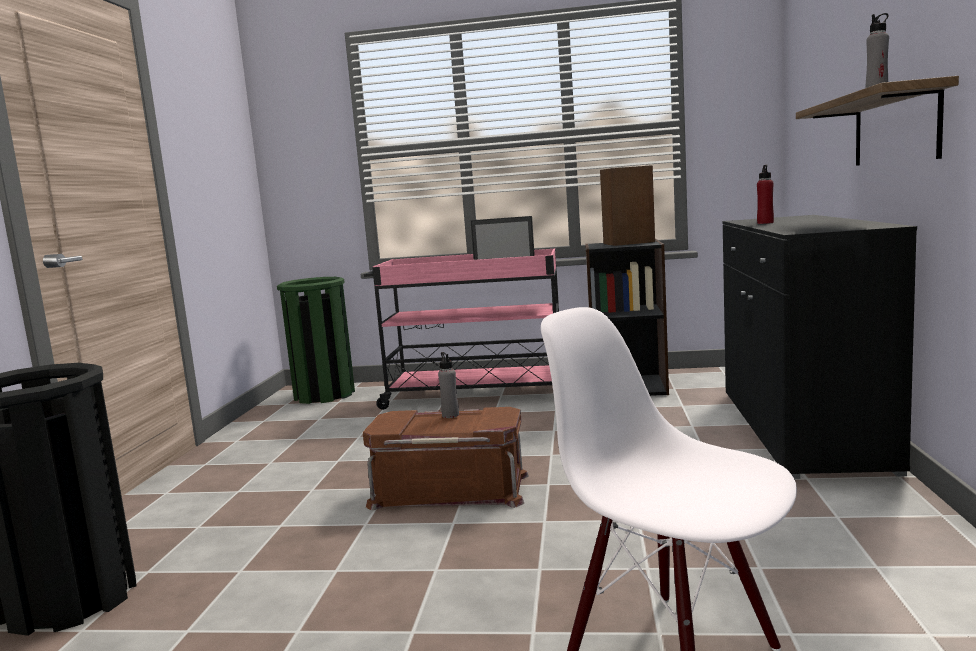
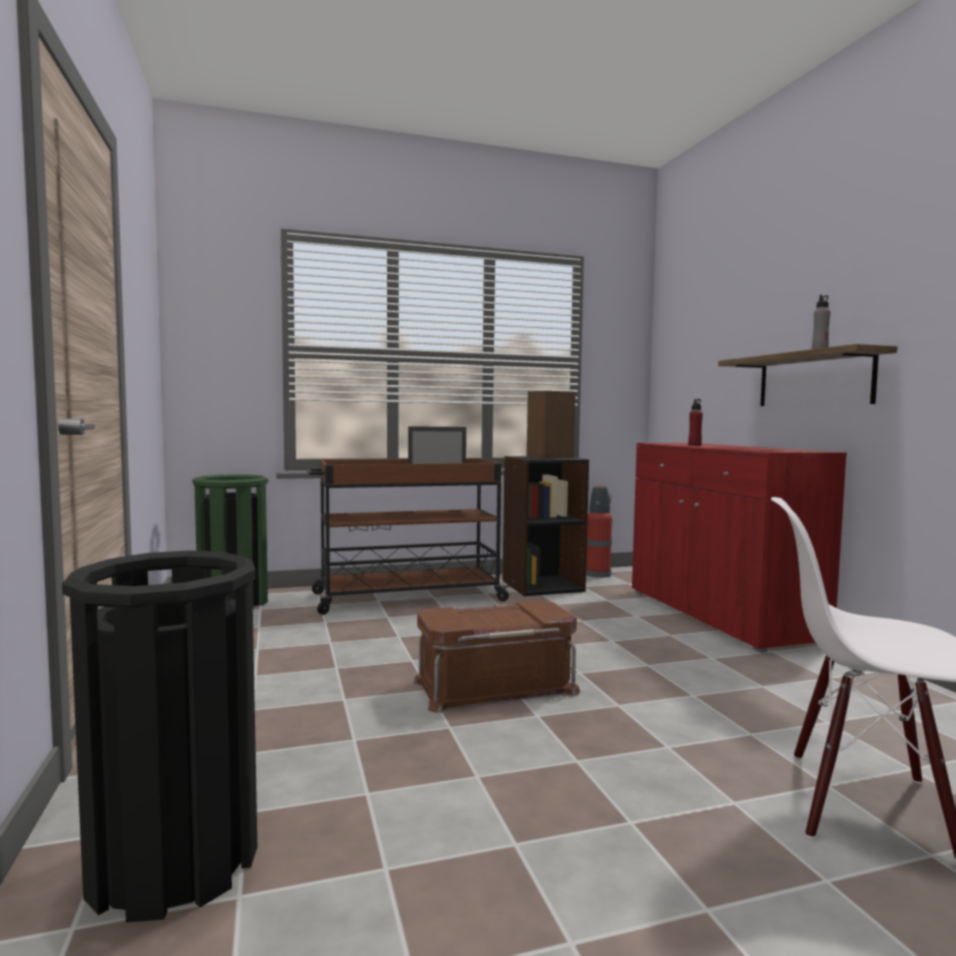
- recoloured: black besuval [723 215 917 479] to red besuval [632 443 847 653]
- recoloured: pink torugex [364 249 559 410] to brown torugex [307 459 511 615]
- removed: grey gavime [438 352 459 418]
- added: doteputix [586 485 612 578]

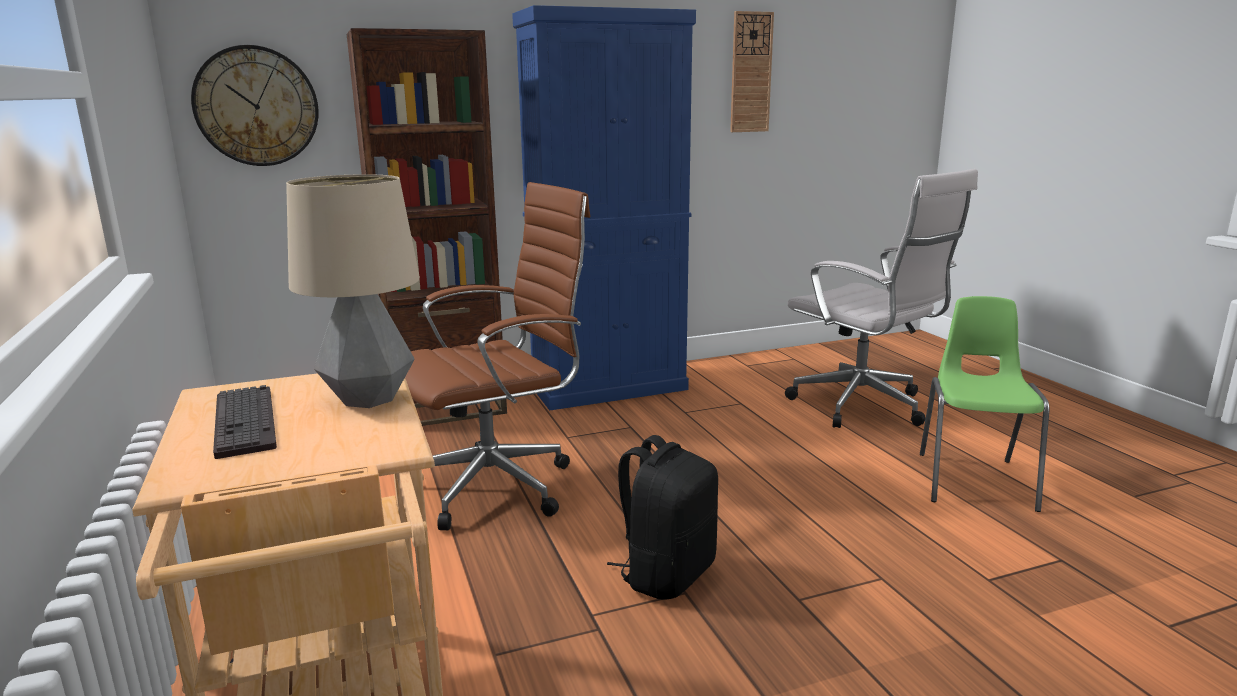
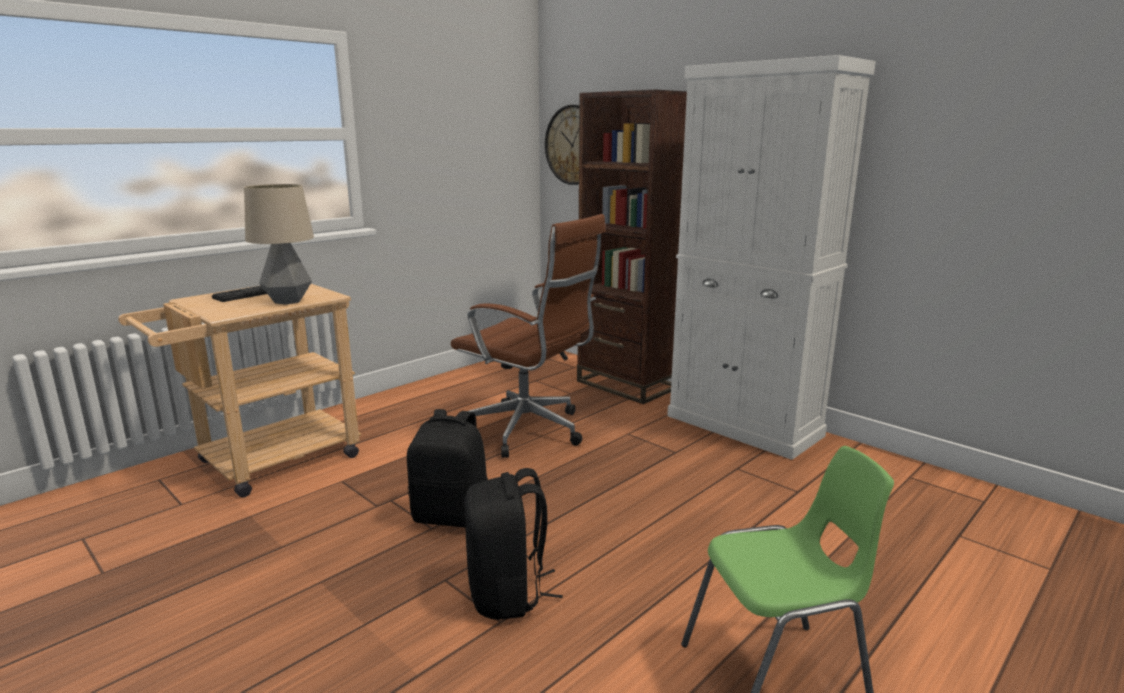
- recoloured: blue besuval [512 5 696 411] to white besuval [667 55 876 460]
- removed: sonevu [730 11 774 132]
- removed: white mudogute [785 169 978 428]
- added: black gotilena [465 468 563 620]

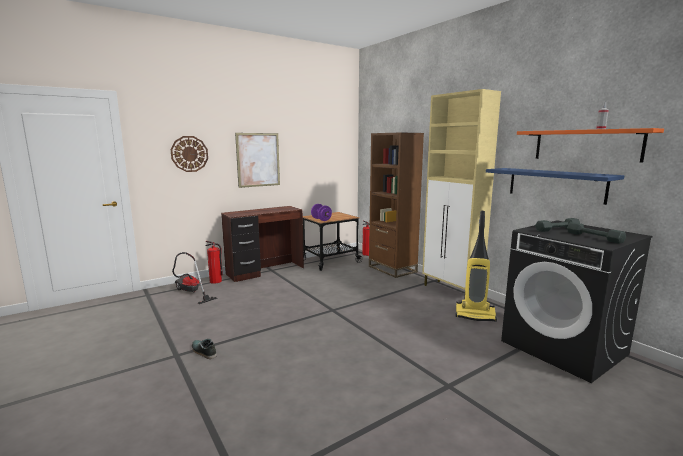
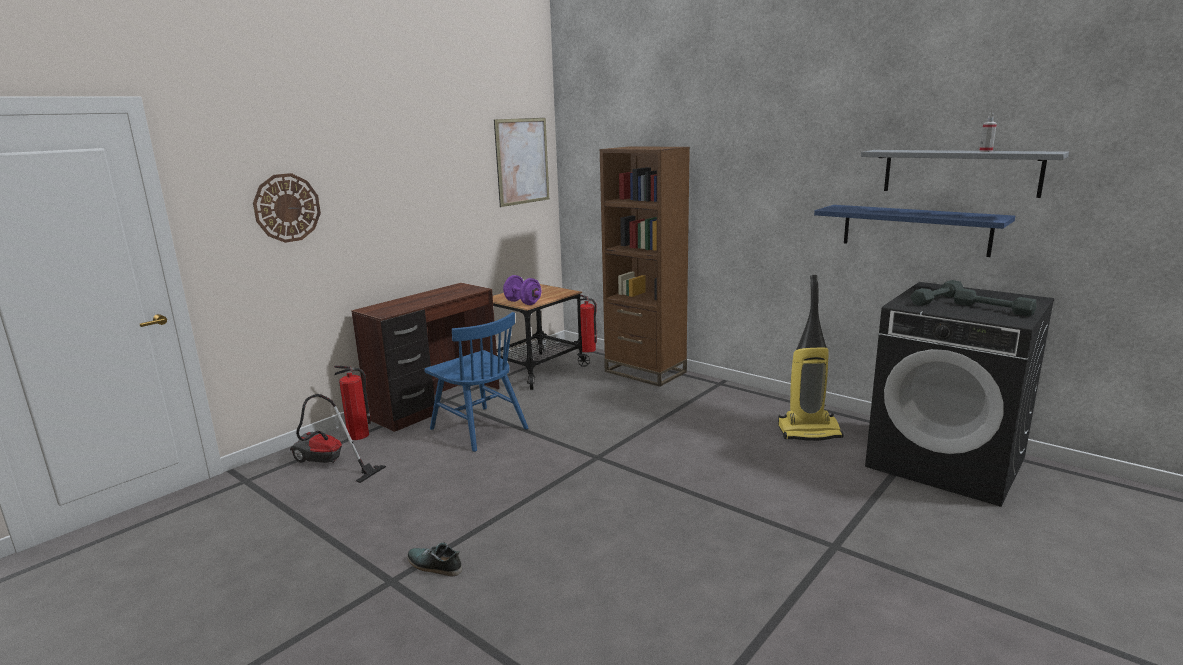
- removed: beige besuval [422 89 501 290]
- recoloured: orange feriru [517 128 664 163] to grey feriru [861 150 1069 198]
- moved: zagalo [235 133 280 188] to [494 118 549 207]
- added: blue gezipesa [424 312 528 452]

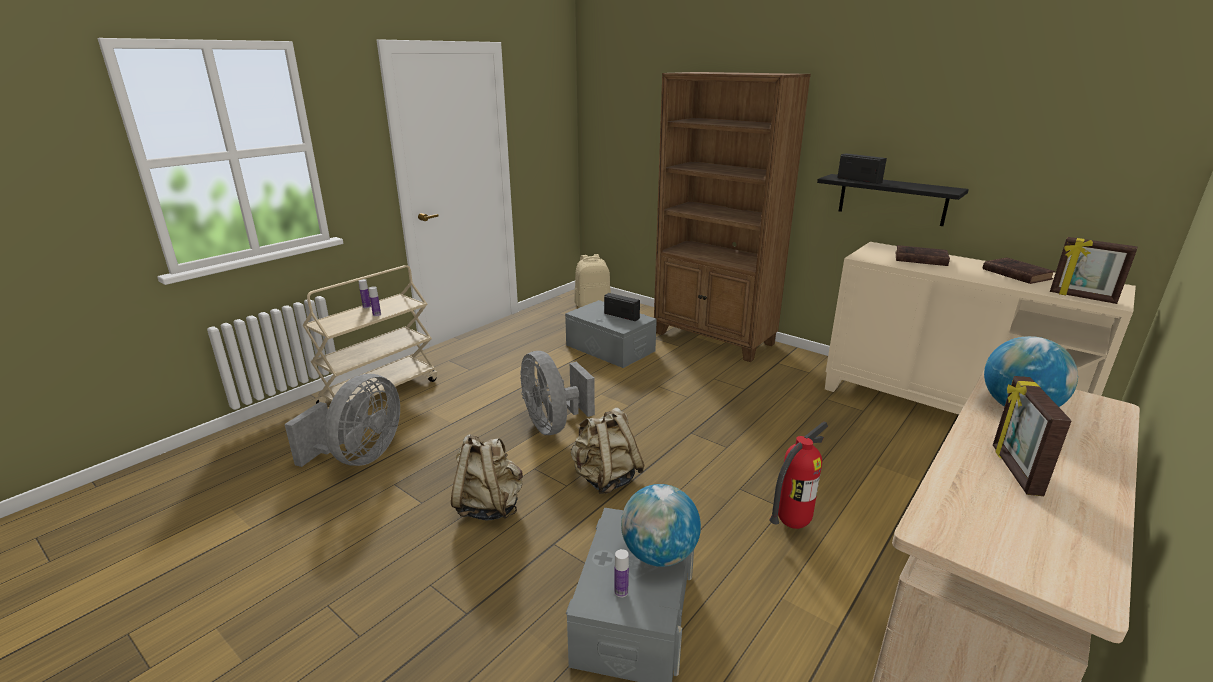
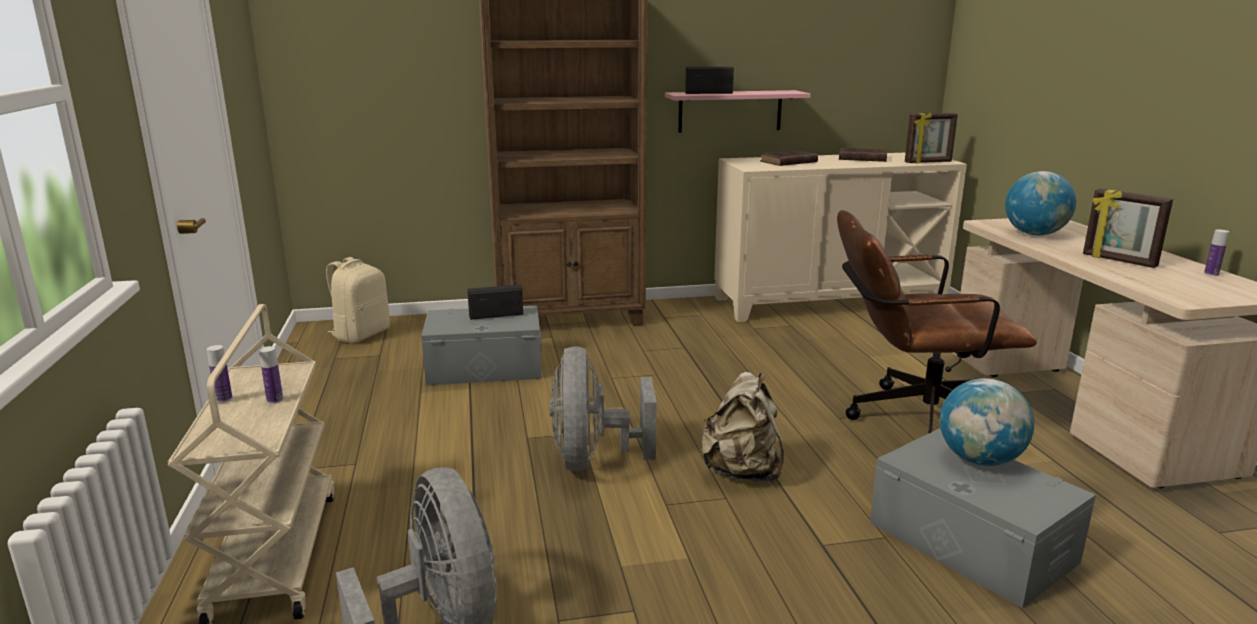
- recoloured: black feriru [817 174 969 226] to pink feriru [665 90 811 133]
- turned: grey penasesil [520 351 595 435] = [550 346 657 471] 75 degrees clockwise
- replaced: doteputix [769 421 828 529] to brown mudogute [837 210 1037 434]
- removed: beige gotilena [451 434 523 521]
- moved: gavime [614 549 629 598] to [1204 229 1229 276]

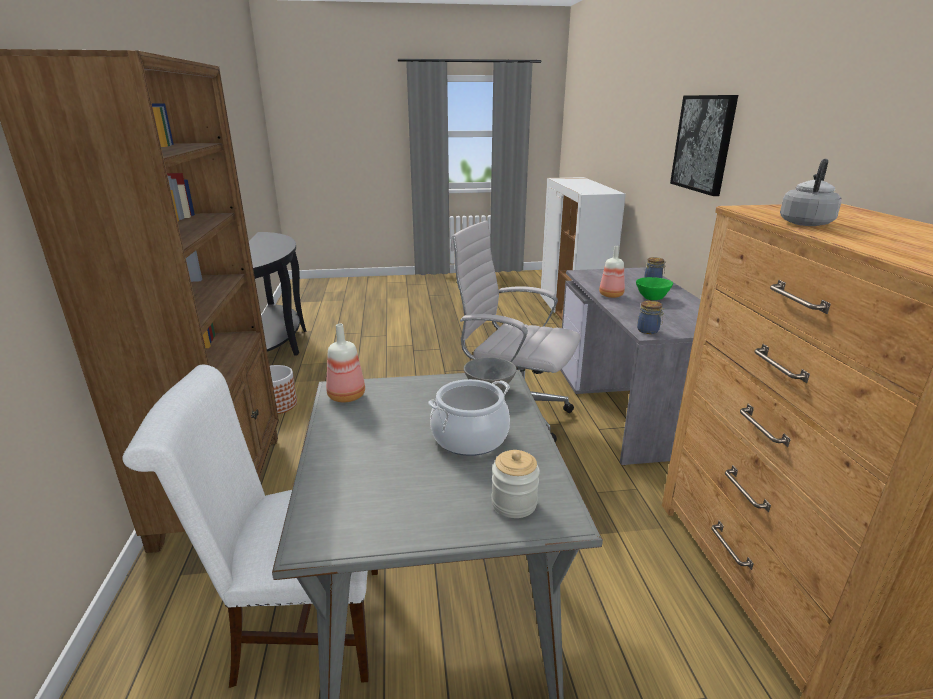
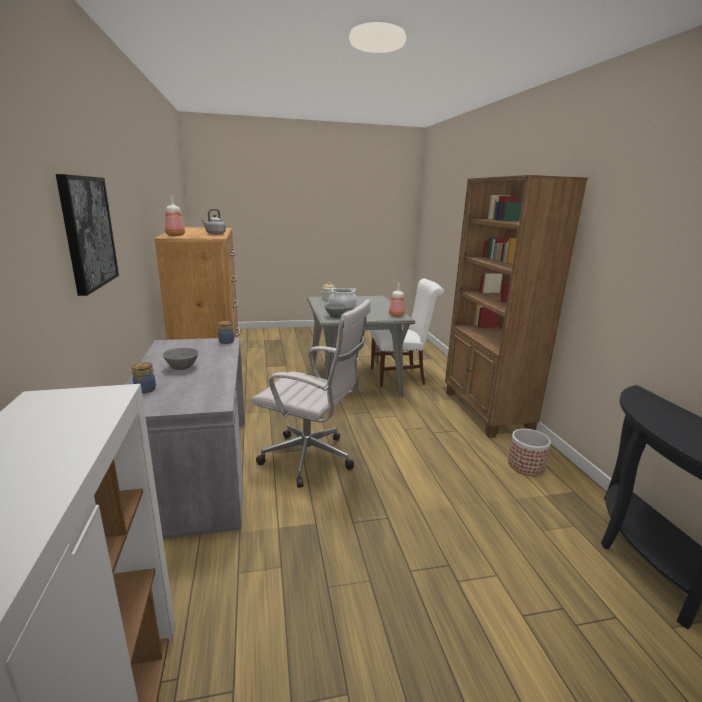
- moved: gavime [599 246 625 298] to [165 195 185 236]
- recoloured: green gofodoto [636 277 673 300] to grey gofodoto [162 348 198 370]

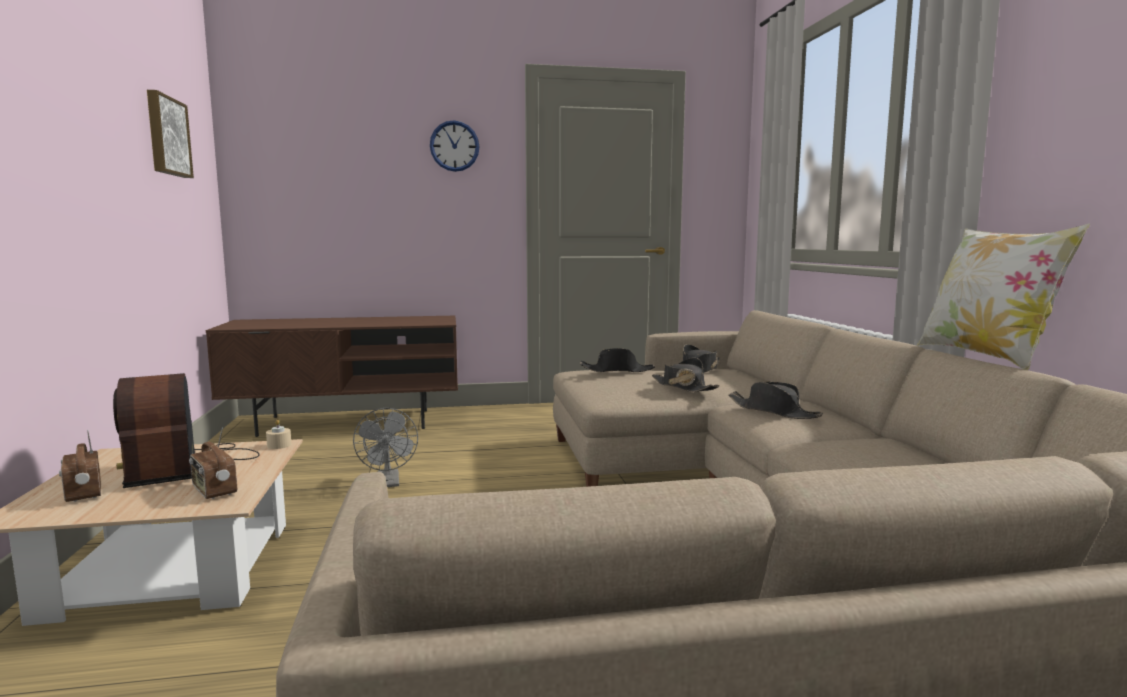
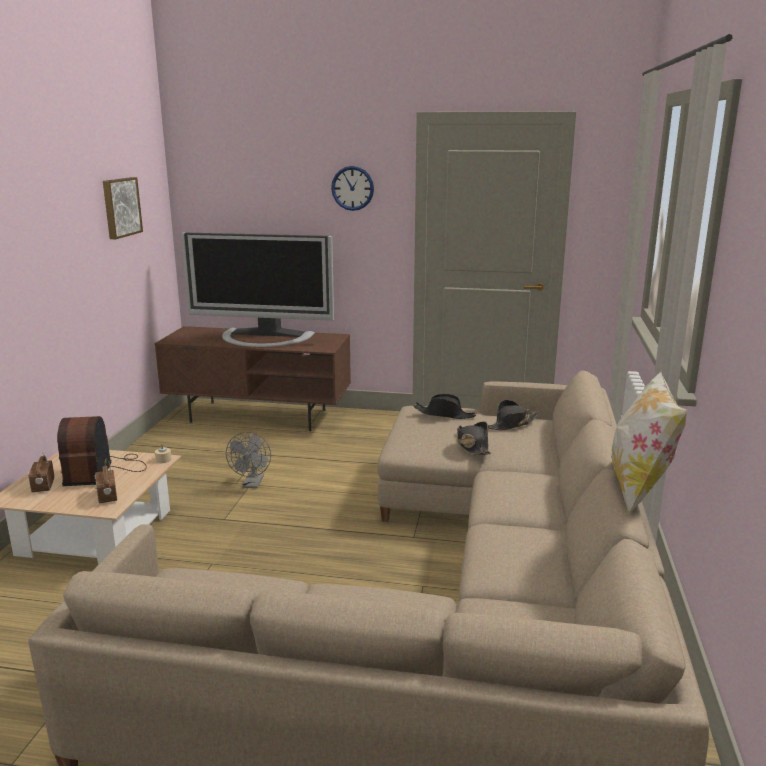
- removed: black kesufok [729 382 823 419]
- added: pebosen [181 232 334 347]

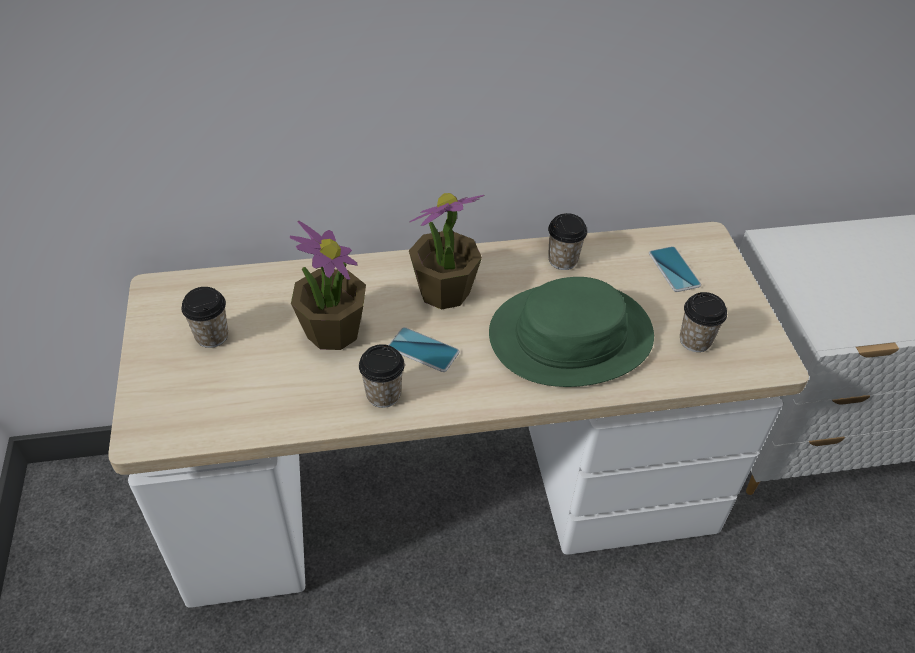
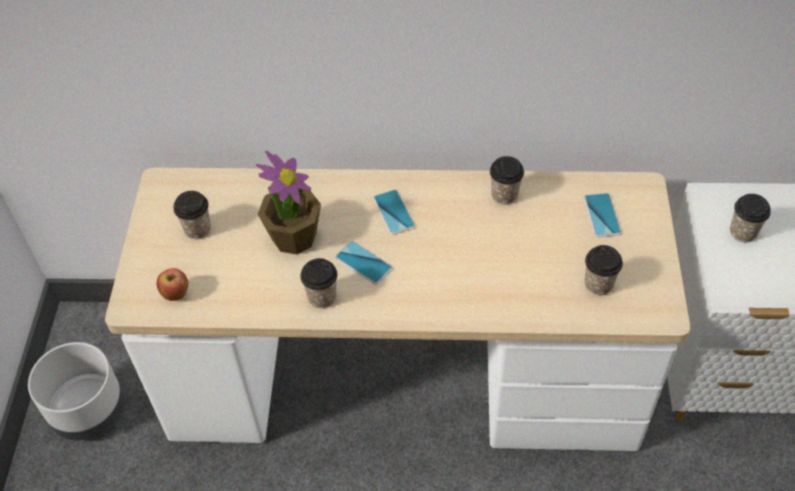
- replaced: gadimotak [409 193 484 309] to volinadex [373 189 415 235]
- removed: green kesufok [489 277 654 387]
- added: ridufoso [730 194 771 242]
- added: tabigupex [157 268 189 301]
- added: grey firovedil [28 342 124 440]

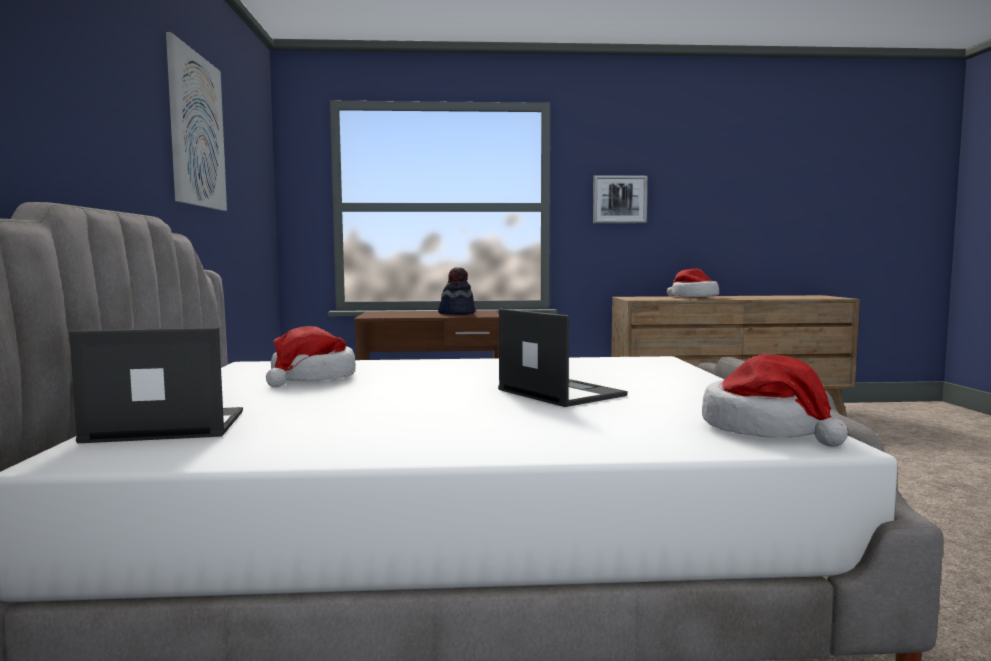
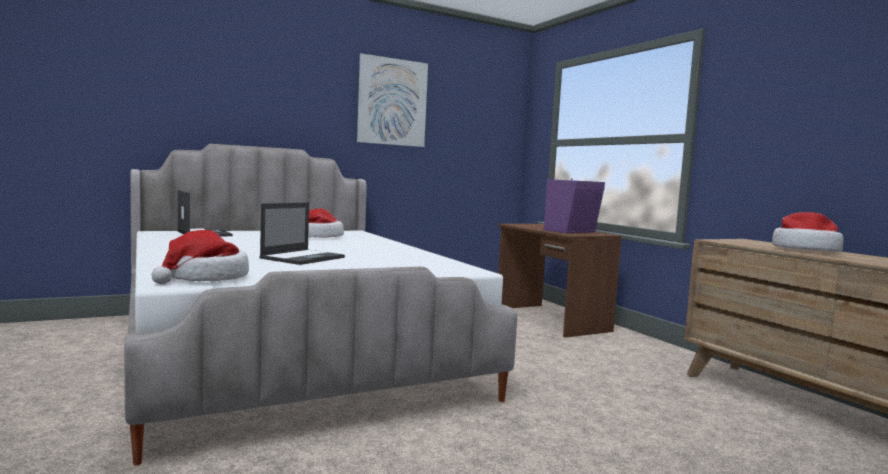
- removed: zagalo [593 175 648 223]
- replaced: kesufok [438 267 475 315] to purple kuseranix [544 177 605 233]

